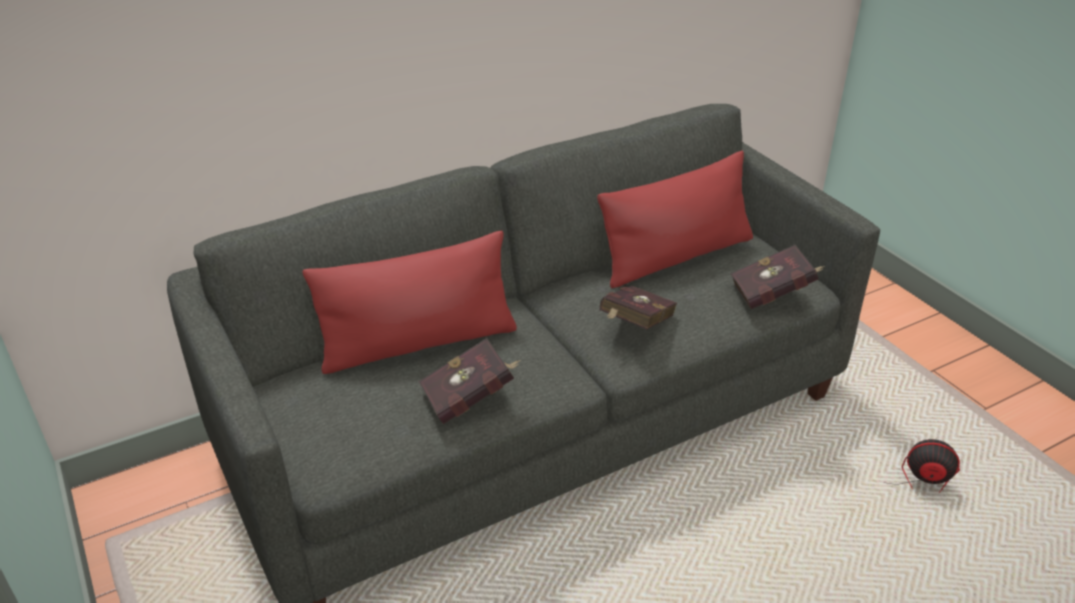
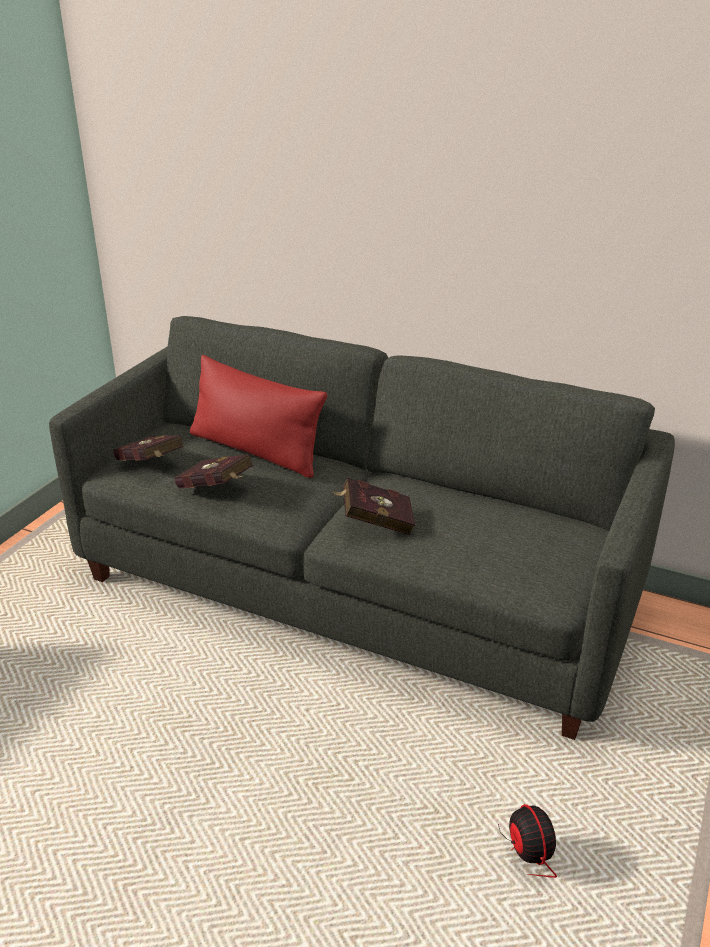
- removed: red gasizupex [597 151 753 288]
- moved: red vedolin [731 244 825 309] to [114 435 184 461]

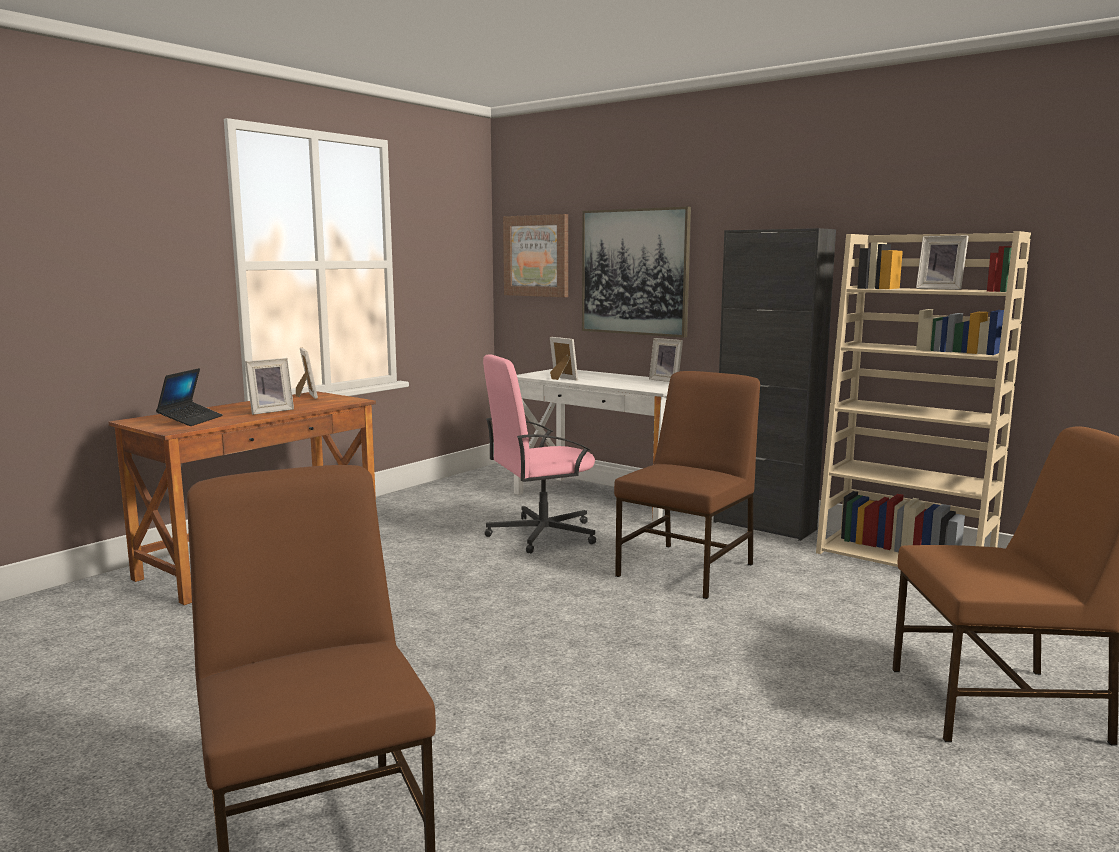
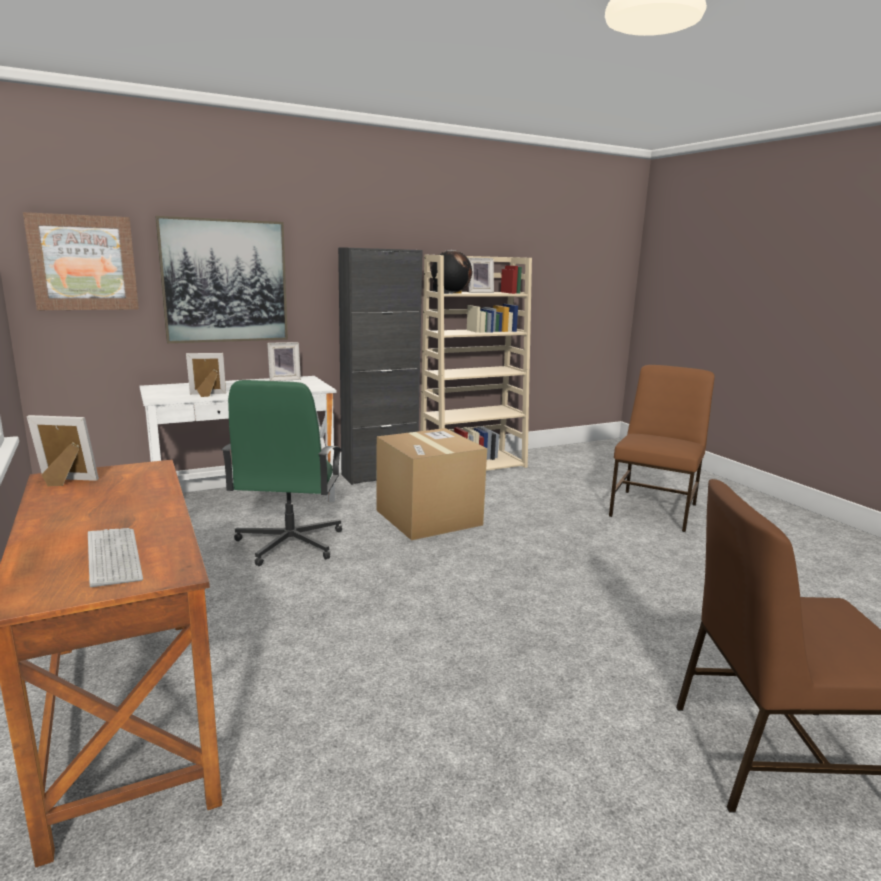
- recoloured: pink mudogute [483 354 596 554] to green mudogute [221 380 342 566]
- removed: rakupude [245 358 294 415]
- replaced: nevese [156 368 223 426] to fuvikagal [88 528 143 587]
- replaced: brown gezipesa [614 371 760 599] to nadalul [376 428 487 541]
- added: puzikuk [431 250 472 293]

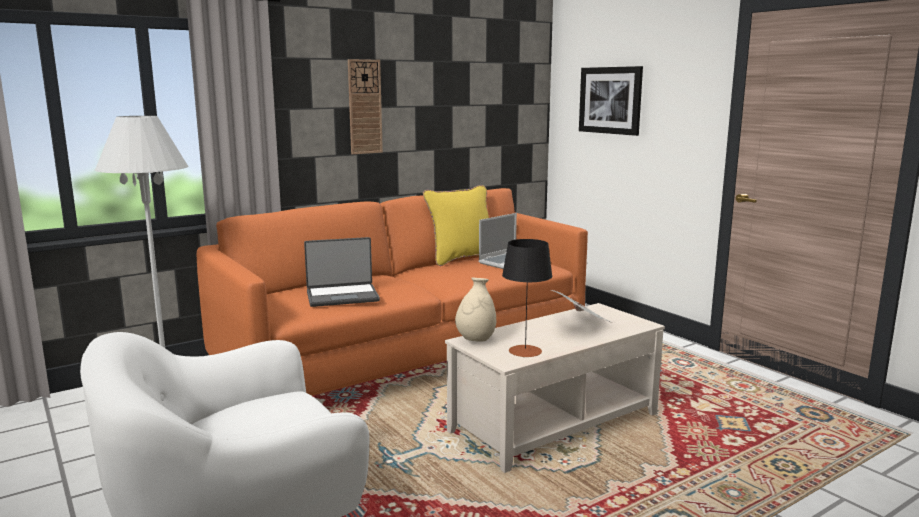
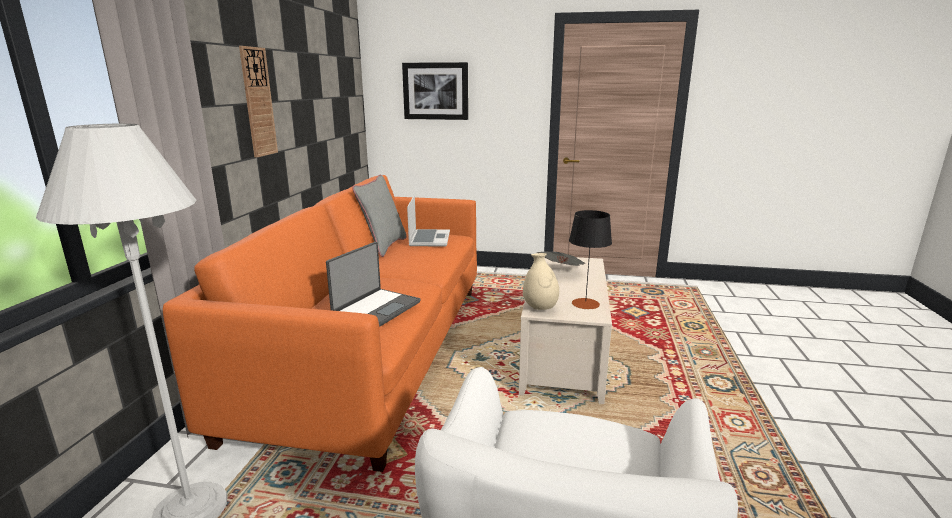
- recoloured: yellow gasizupex [423 185 489 266] to grey gasizupex [352 174 406 257]

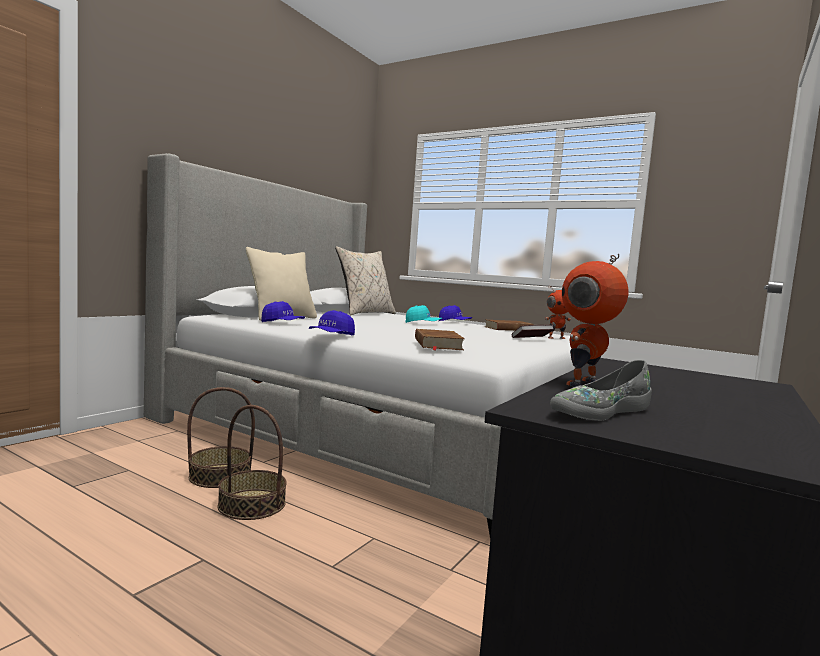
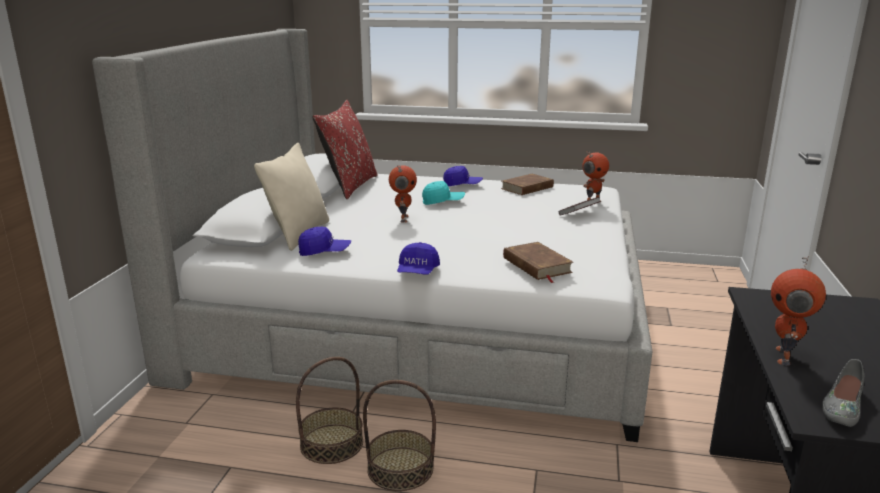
- recoloured: beige gasizupex [335 246 396 315] to red gasizupex [312 100 378 199]
- added: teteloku [389 165 417 223]

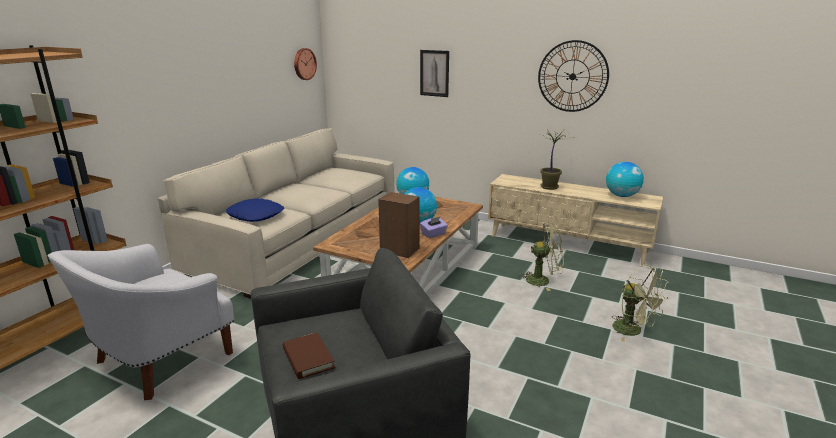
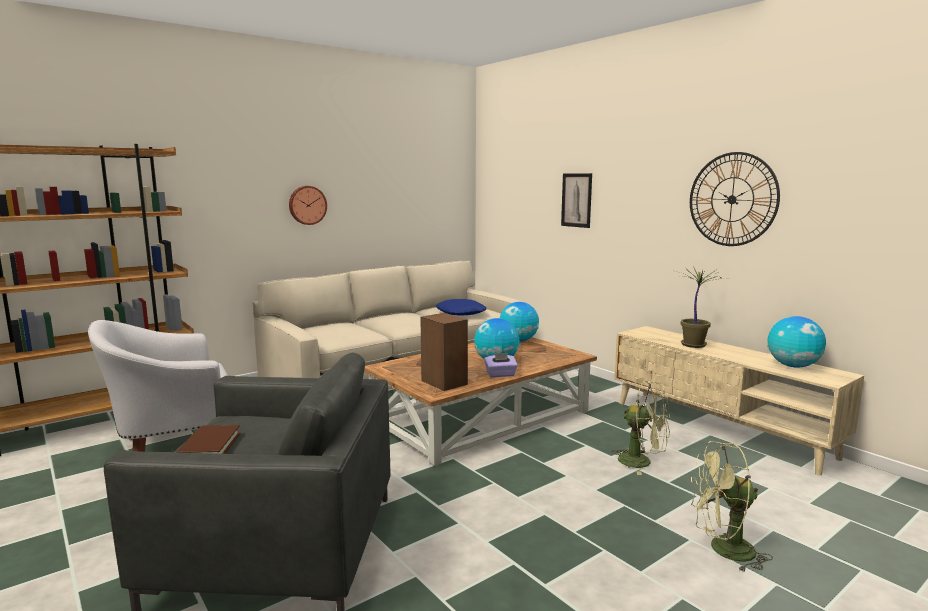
- moved: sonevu [294 48 317 80] to [289 186 327 225]
- moved: blue gasizupex [226 198 284 222] to [436 299 487 316]
- turned: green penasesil [612 265 669 342] = [690 441 773 573] 105 degrees clockwise

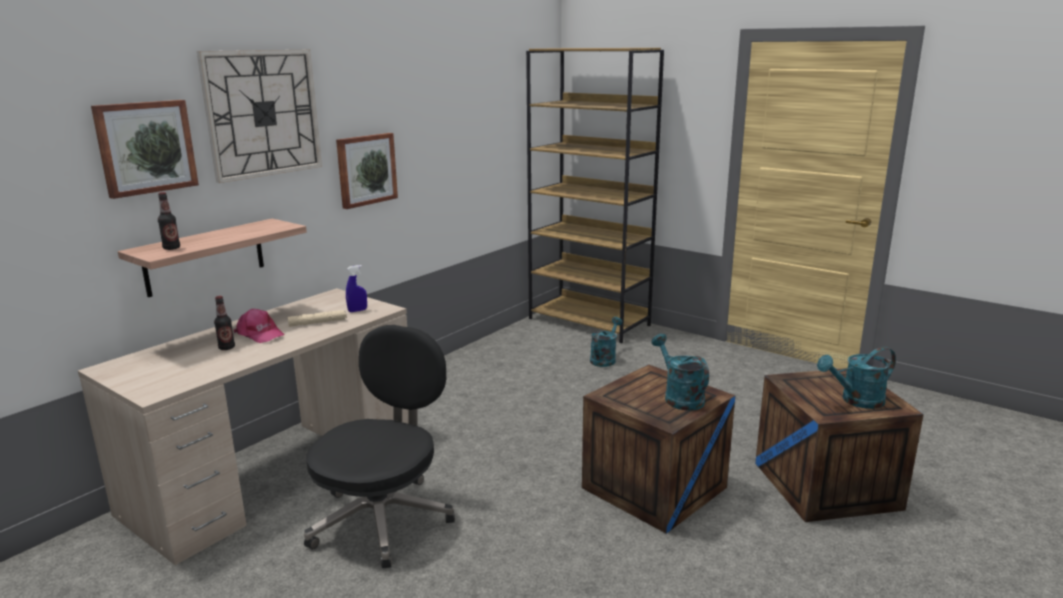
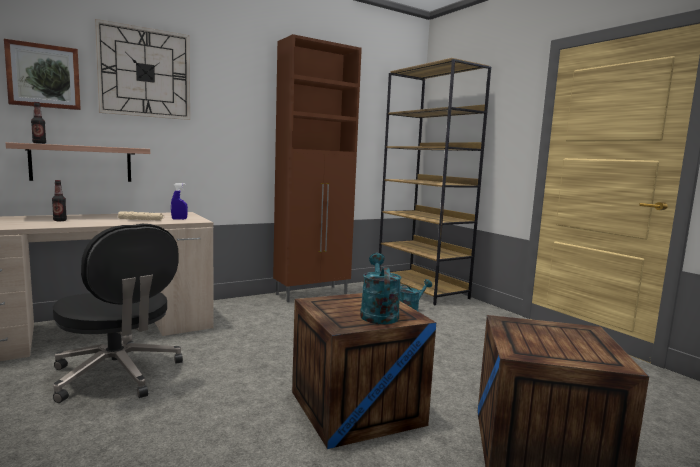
- removed: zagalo [336 133 398 209]
- removed: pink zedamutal [234 309 285 343]
- turned: black mudogute [304 325 455 568] = [53 224 183 403] 90 degrees clockwise
- removed: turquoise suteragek [817 347 896 409]
- added: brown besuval [273 34 362 302]

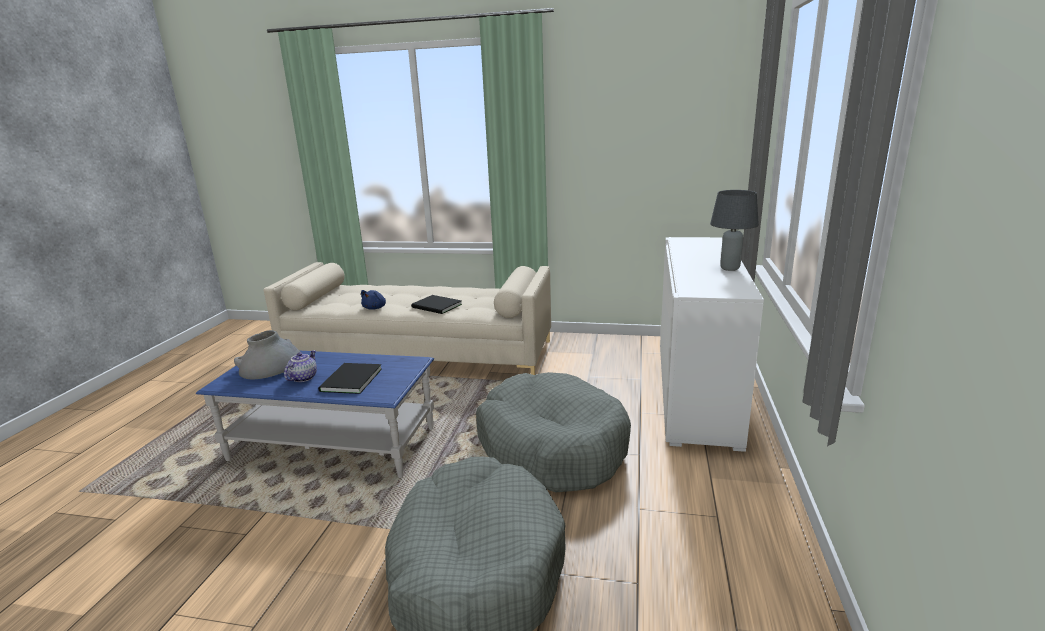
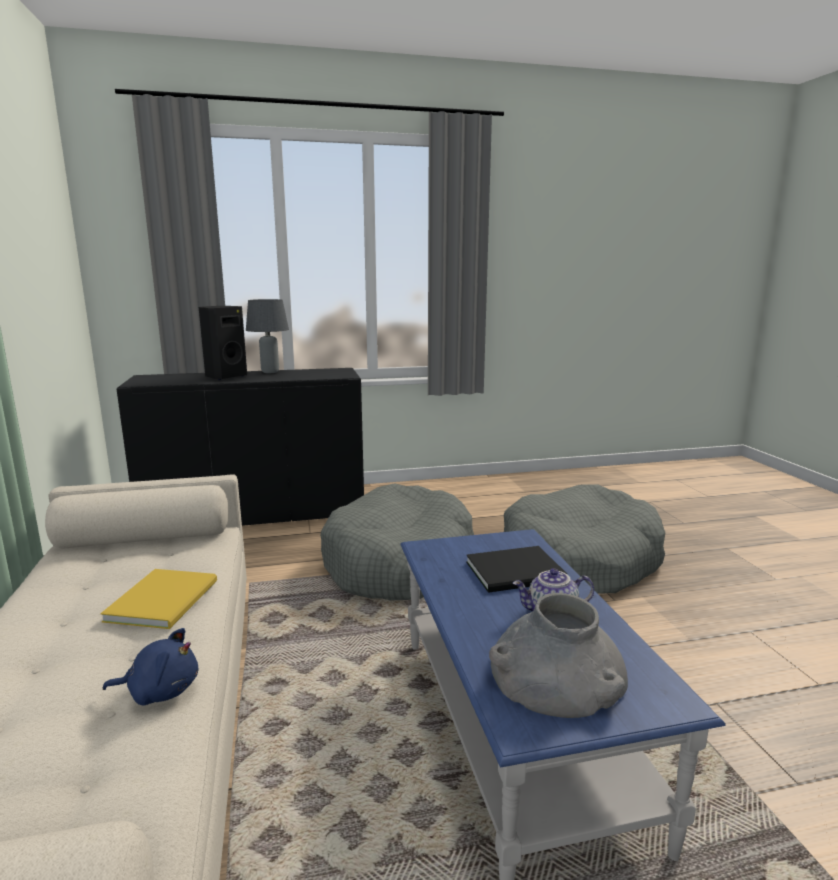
- recoloured: white besuval [660 237 764 452] to black besuval [117 368 364 526]
- recoloured: black vedolin [411 295 462 314] to yellow vedolin [100 569 217 629]
- added: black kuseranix [199 306 247 380]

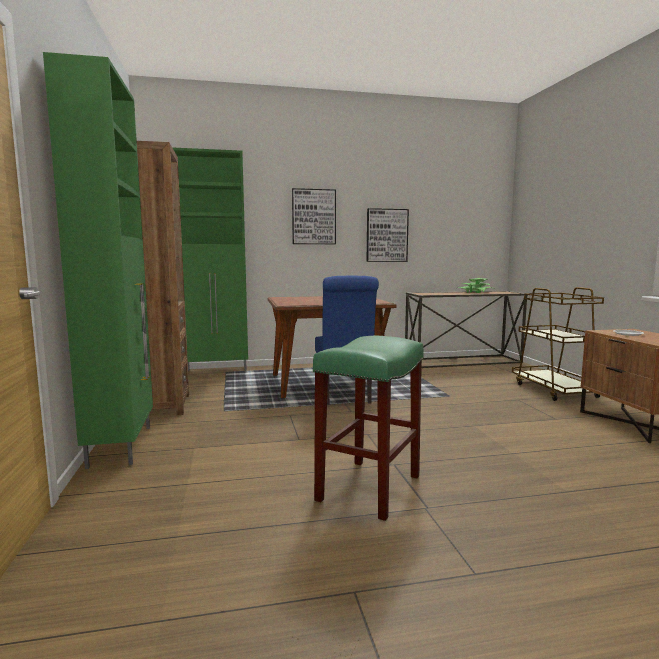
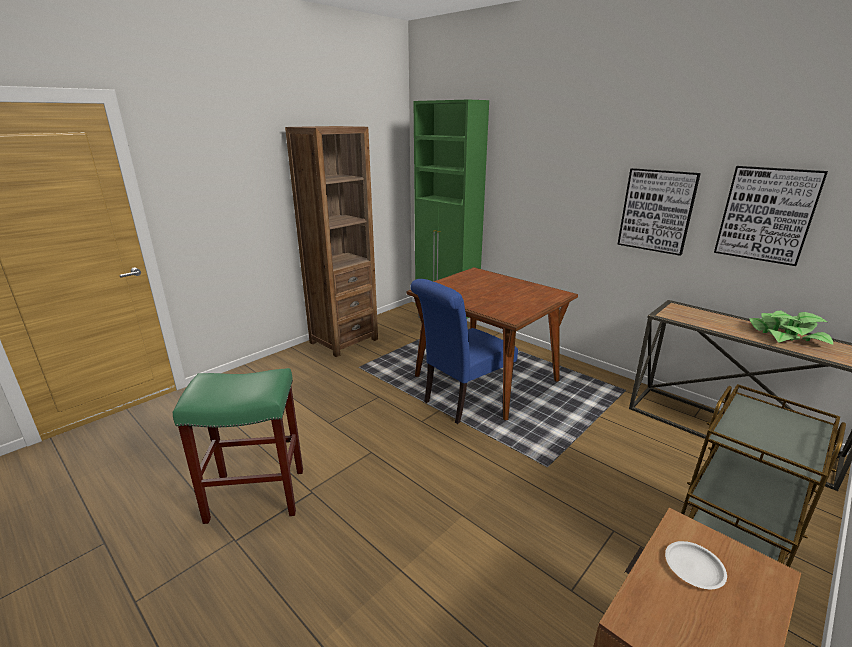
- removed: green besuval [43 52 153 469]
- moved: zagalo [292 188 336 244] to [714 166 828 266]

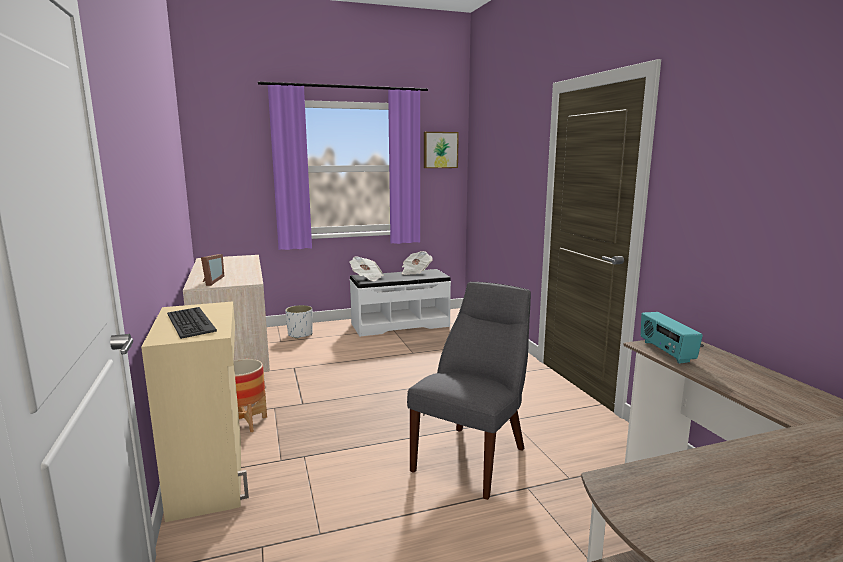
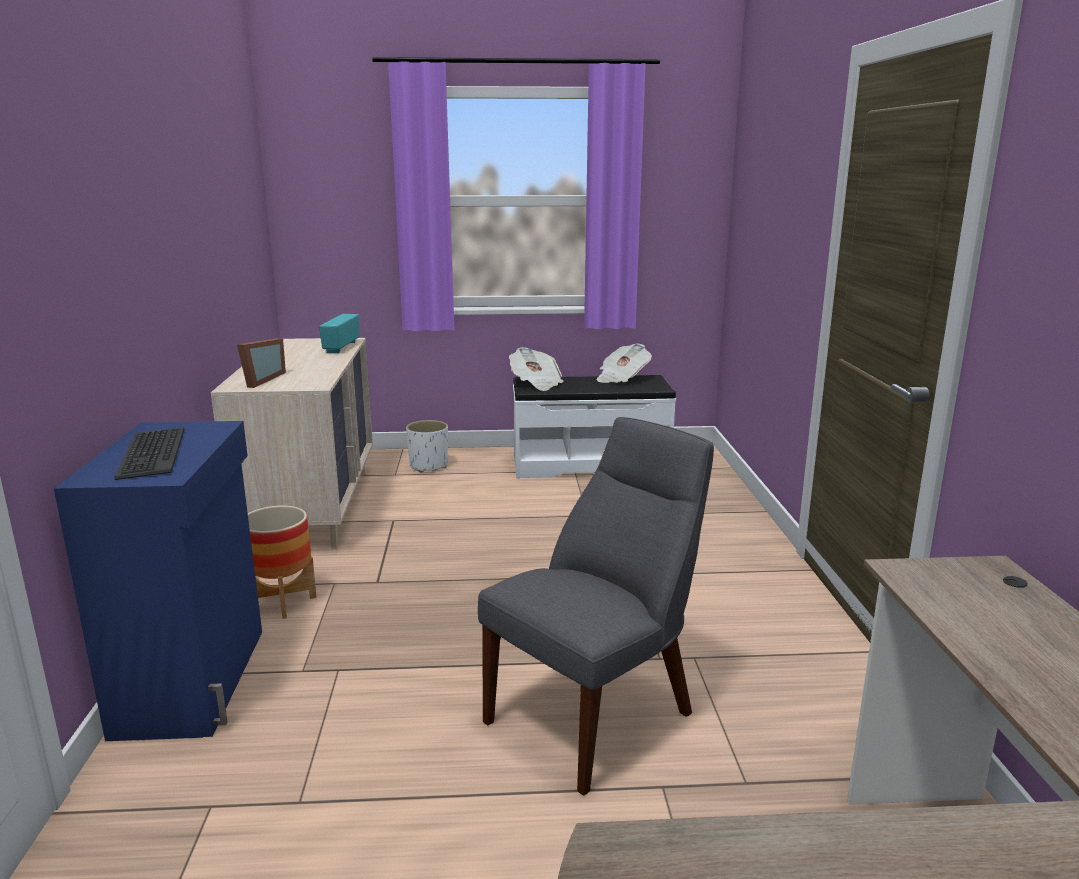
- removed: zagalo [424 132 459 168]
- recoloured: beige besuval [141 301 249 522] to blue besuval [54 421 262 741]
- moved: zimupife [641 312 703 364] to [319 314 359 353]

